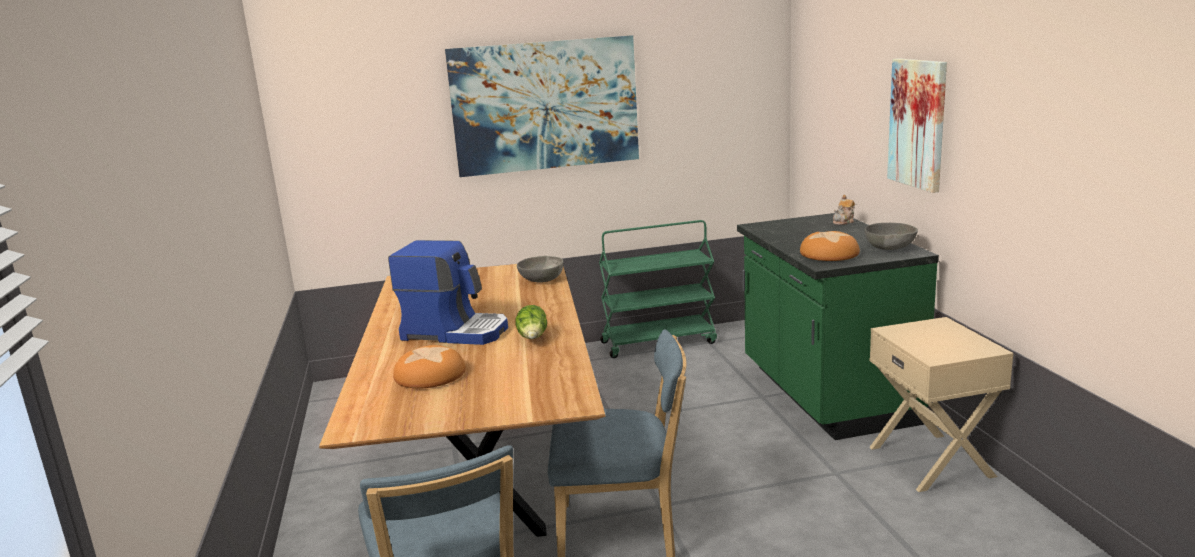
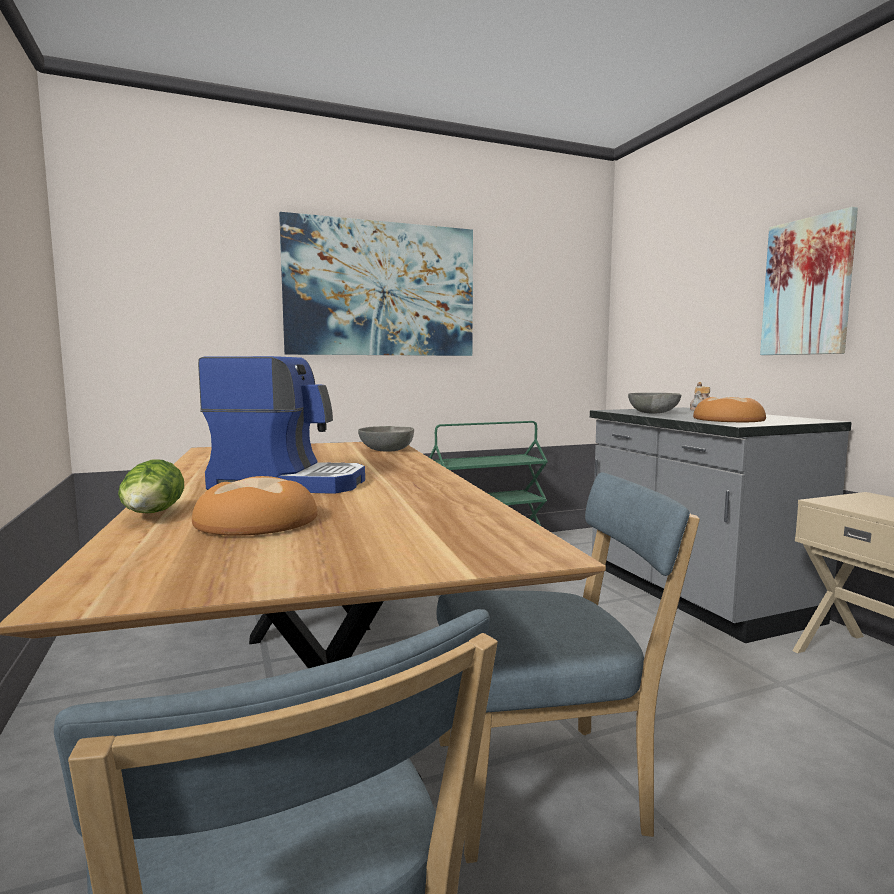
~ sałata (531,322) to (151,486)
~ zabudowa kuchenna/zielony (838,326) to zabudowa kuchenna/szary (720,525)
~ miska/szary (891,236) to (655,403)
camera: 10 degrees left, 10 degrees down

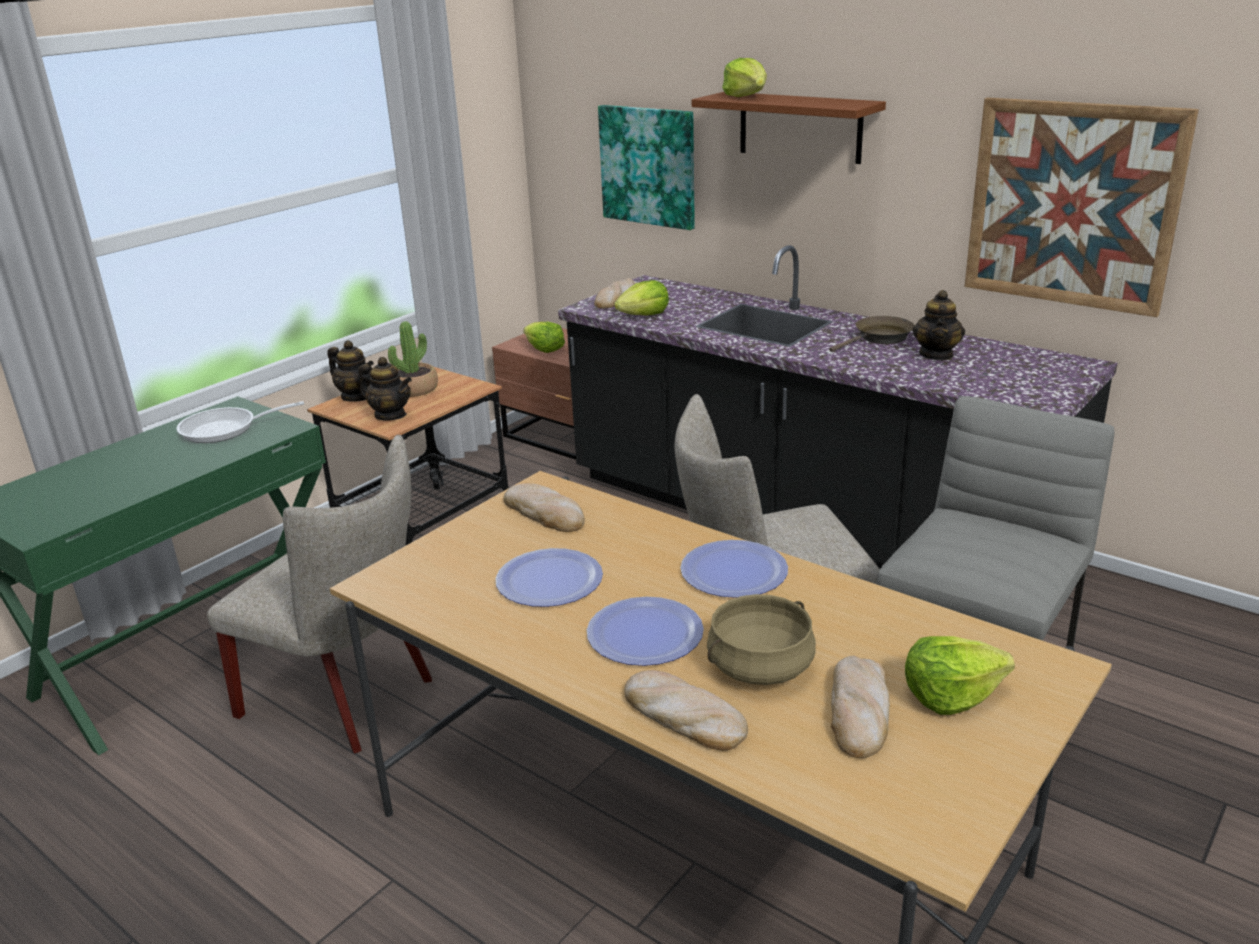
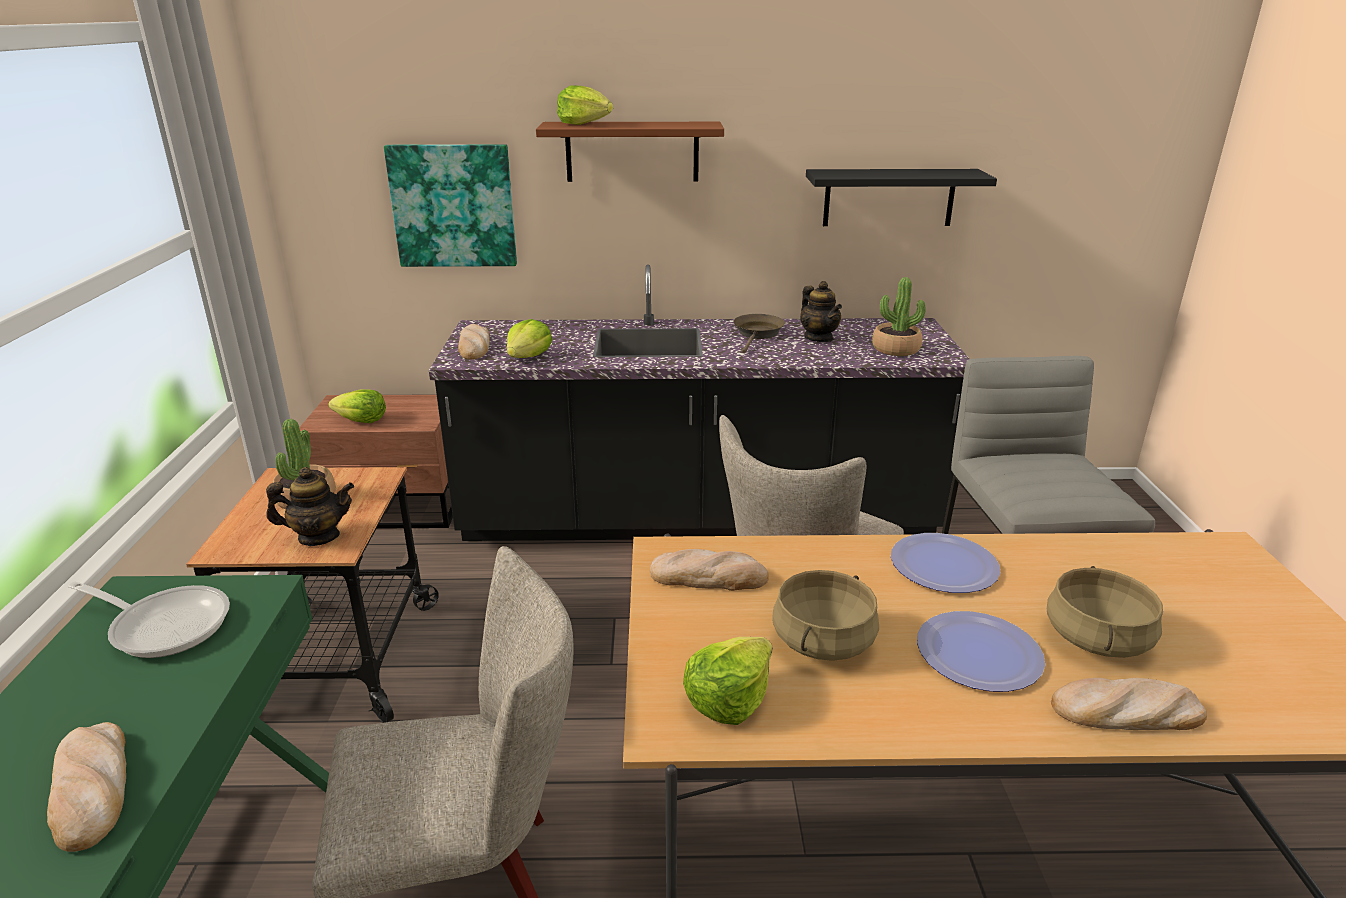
~ patelnia (240,422) = (149,619) 105 degrees counterclockwise
- imbryk (350,371)
~ talerz (549,577) to garnek/beżowy (825,615)
~ chleb (860,707) to (86,787)
~ sałata (960,675) to (728,681)
~ obraz (1081,207) to półka/czarny (901,197)
+ roślina doniczkowa (899,316)
camera: 40 degrees left, 0 degrees up

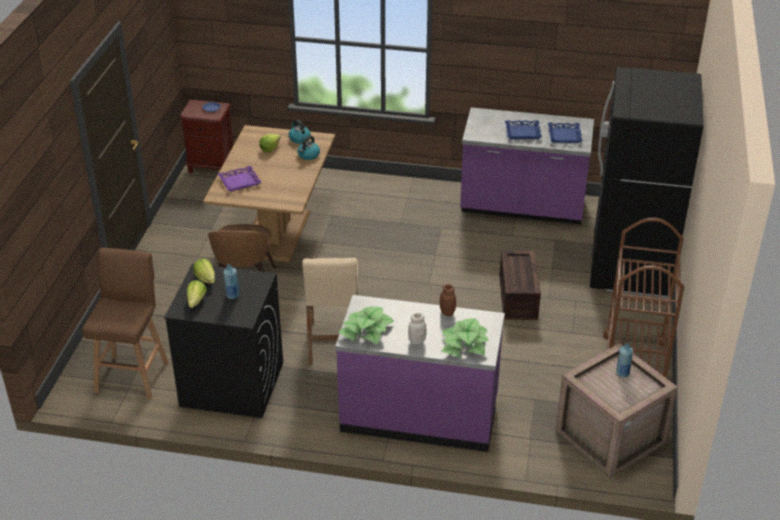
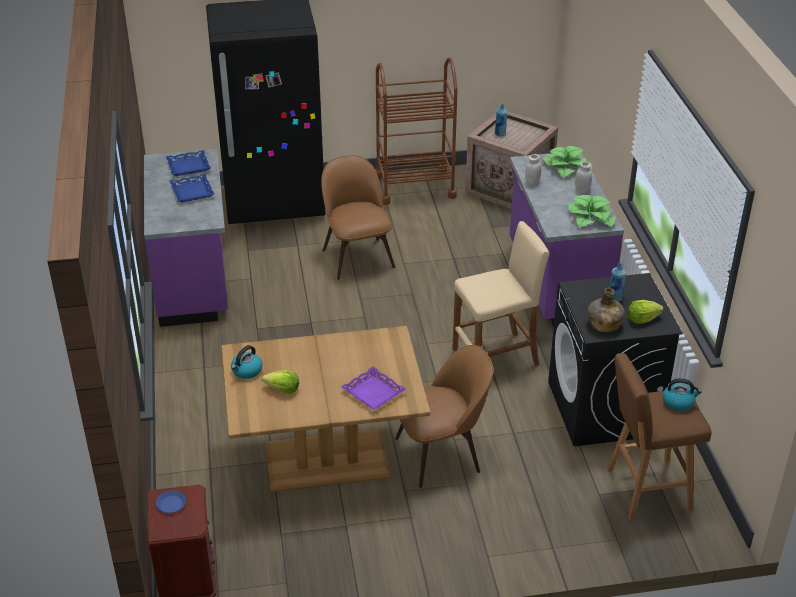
~ sałata (204,271) to butelka/zielony (606,310)
~ czajnik (308,147) to (682,394)
~ słoik/brązowy (448,300) to słoik/biały (533,170)
~ skrzynka (520,285) to krzesło/brązowy (358,217)
camera: 110 degrees left, 0 degrees up

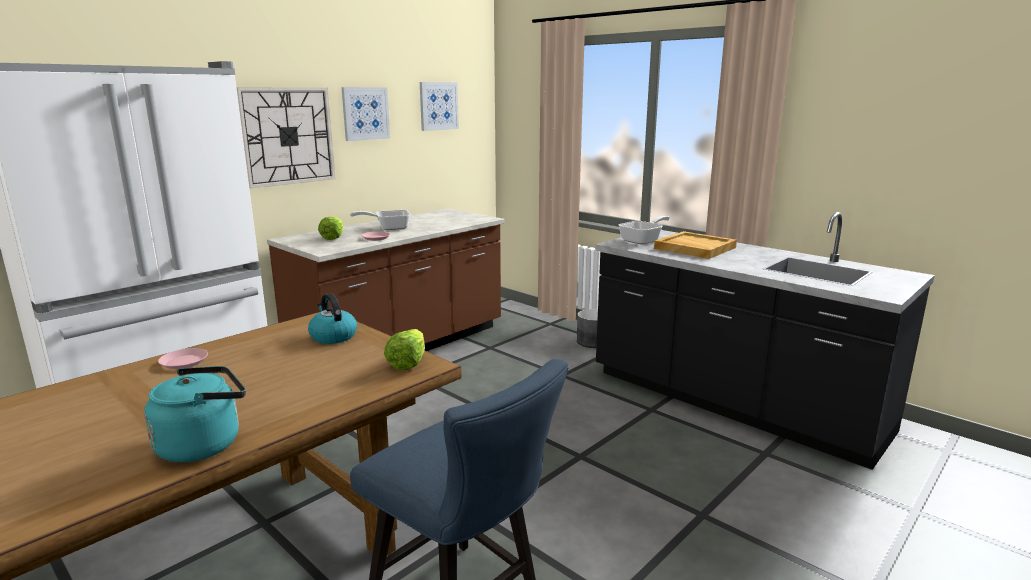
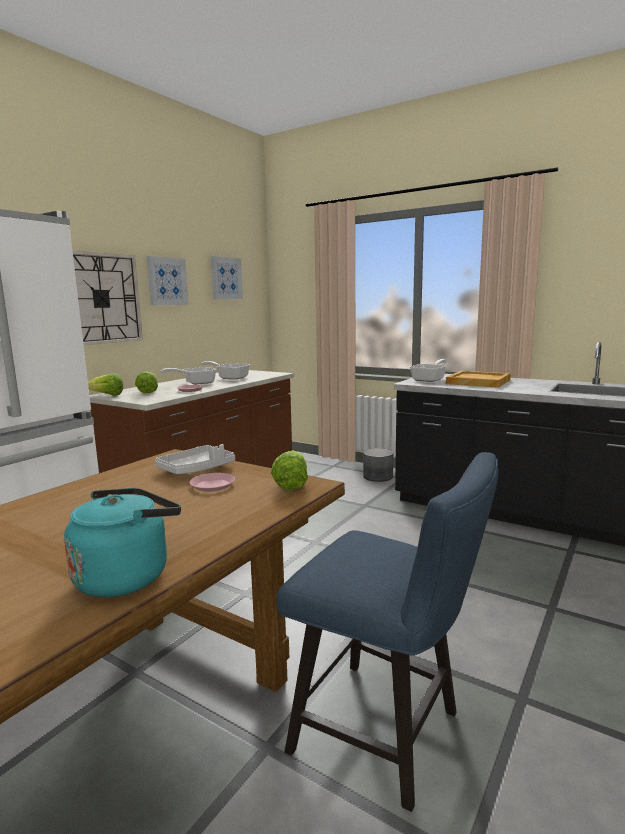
~ talerz/różowy (183,358) to (212,482)
~ czajnik (332,318) to taca/szary (195,459)
+ sałata (105,384)
+ patelnia (225,370)
camera: 10 degrees left, 5 degrees down

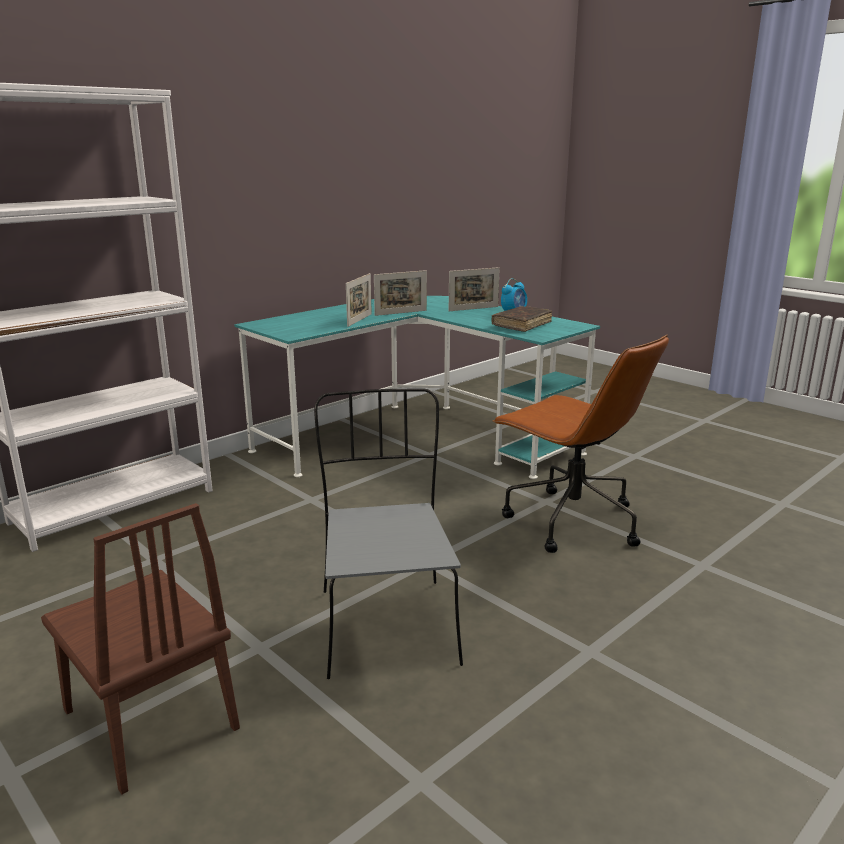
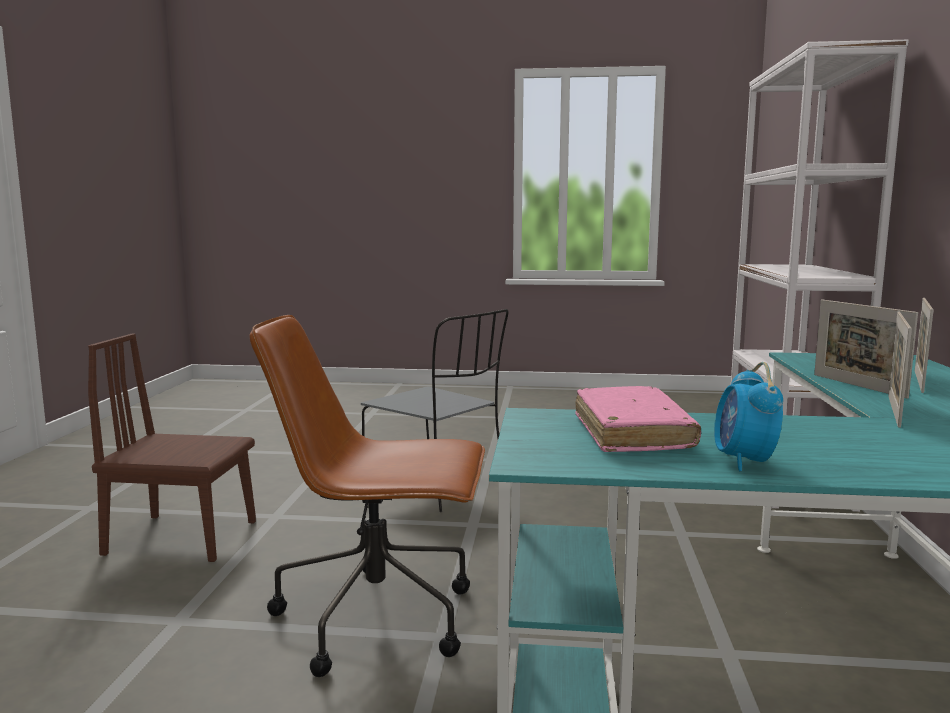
~ krzesło/brązowy (140,648) to (172,447)
~ ramka na zdjęcie (474,289) to (924,345)
~ książka/brązowy (522,319) to książka/różowy (638,419)
camera: 140 degrees right, 10 degrees down

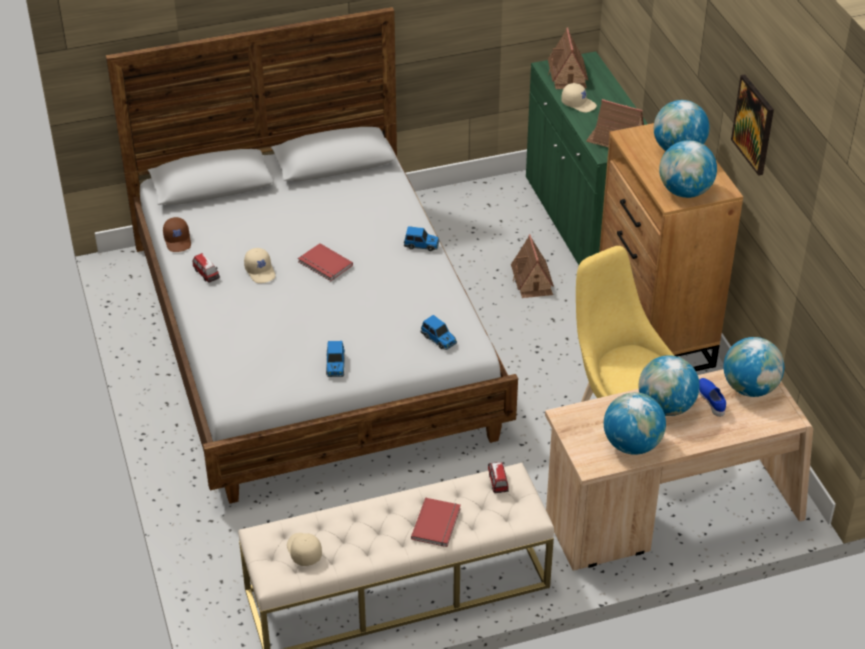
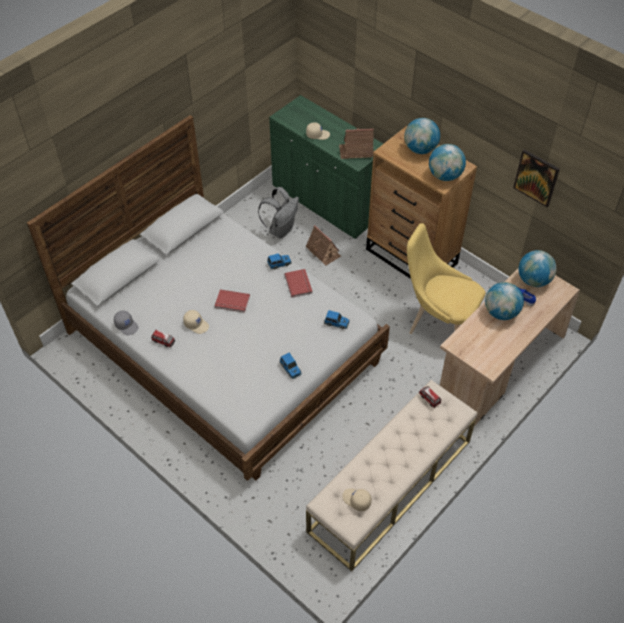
~ czapka z daszkiem/brązowy (177,234) to czapka z daszkiem/szary (126,323)
~ książka/czerwony (436,522) to (298,283)
- domek (568,58)
- globus (635,423)
~ obraz (752,125) to (536,178)
+ plecak/szary (278,212)
camera: 30 degrees left, 10 degrees up

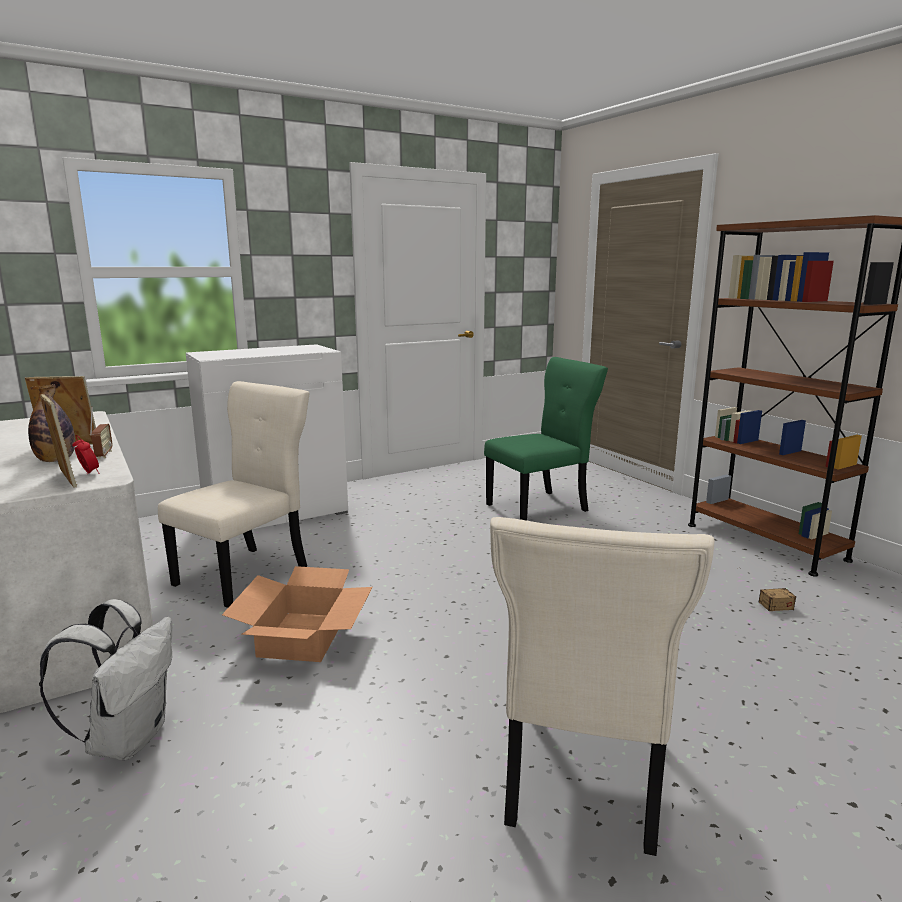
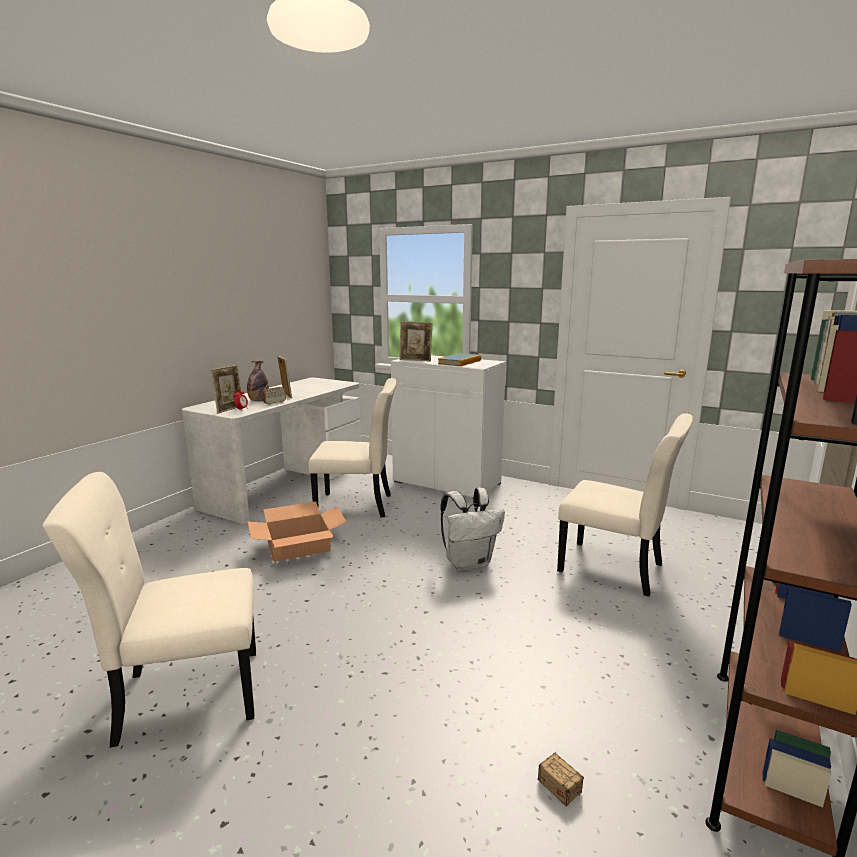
~ plecak/biały (105,679) to (472,529)
~ krzesło/zielony (546,438) to krzesło/beżowy (625,504)
+ ramka na zdjęcie (416,341)
+ książka (459,360)
camera: 60 degrees right, 0 degrees up

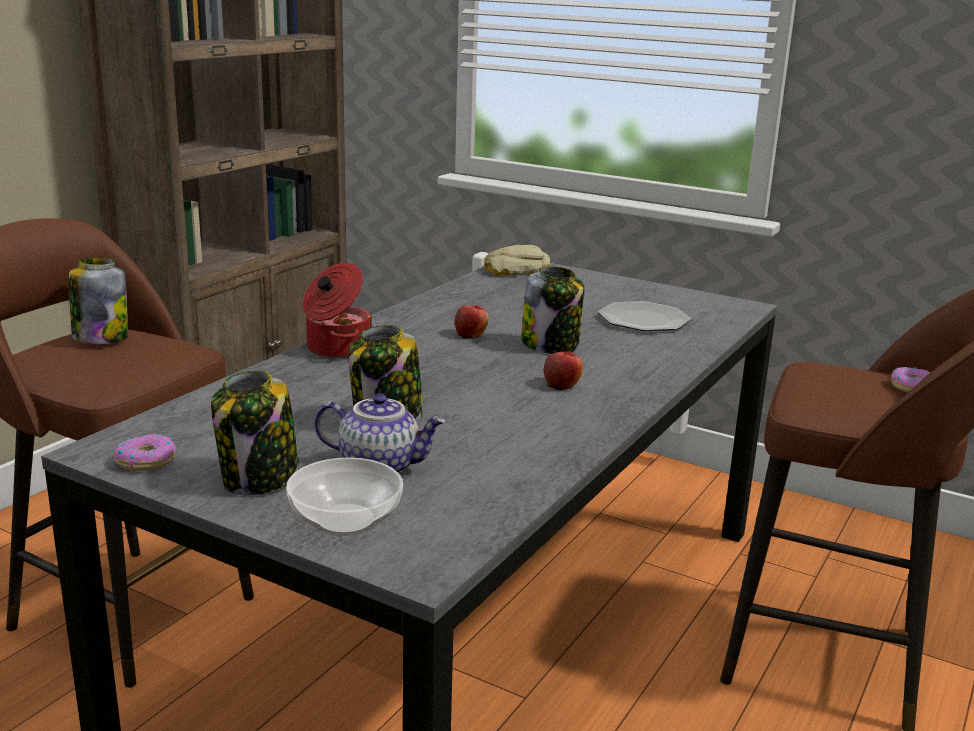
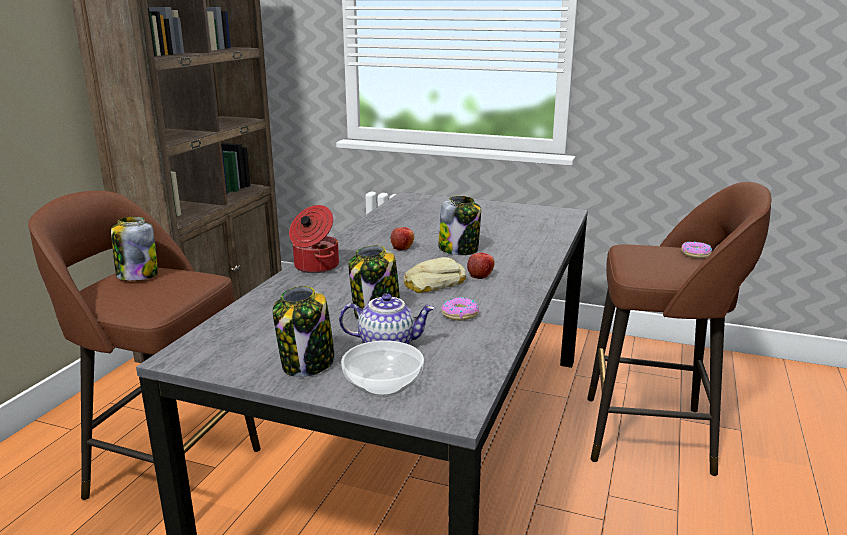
~ donut (145,452) to (460,309)
~ chleb (517,260) to (435,275)
- talerz (644,316)
camera: 10 degrees left, 0 degrees up

